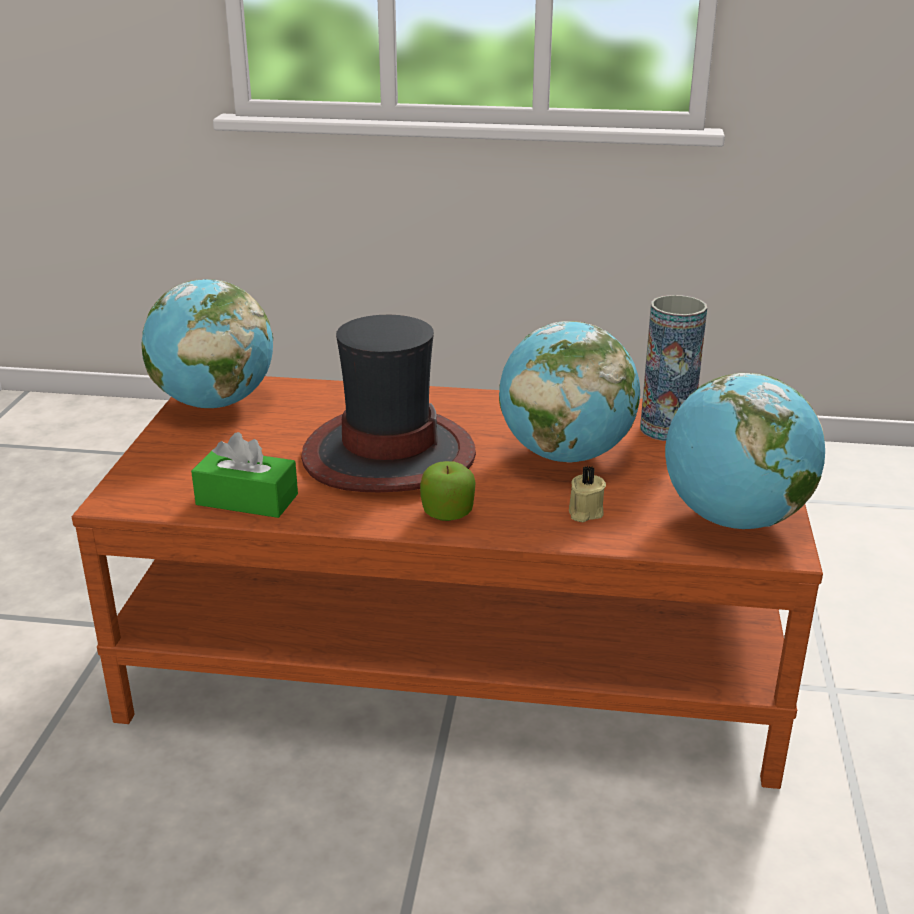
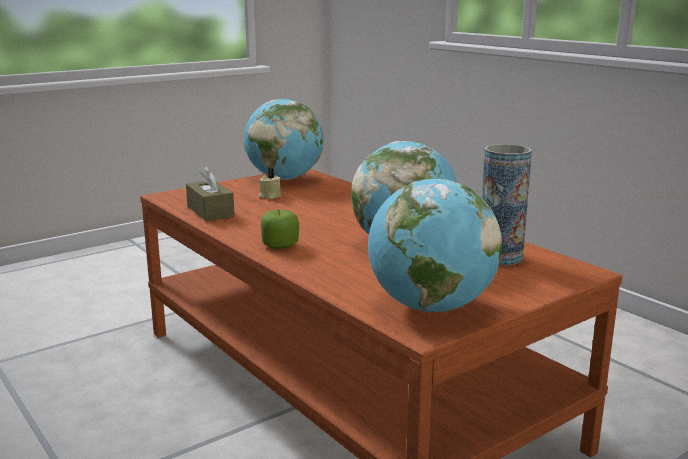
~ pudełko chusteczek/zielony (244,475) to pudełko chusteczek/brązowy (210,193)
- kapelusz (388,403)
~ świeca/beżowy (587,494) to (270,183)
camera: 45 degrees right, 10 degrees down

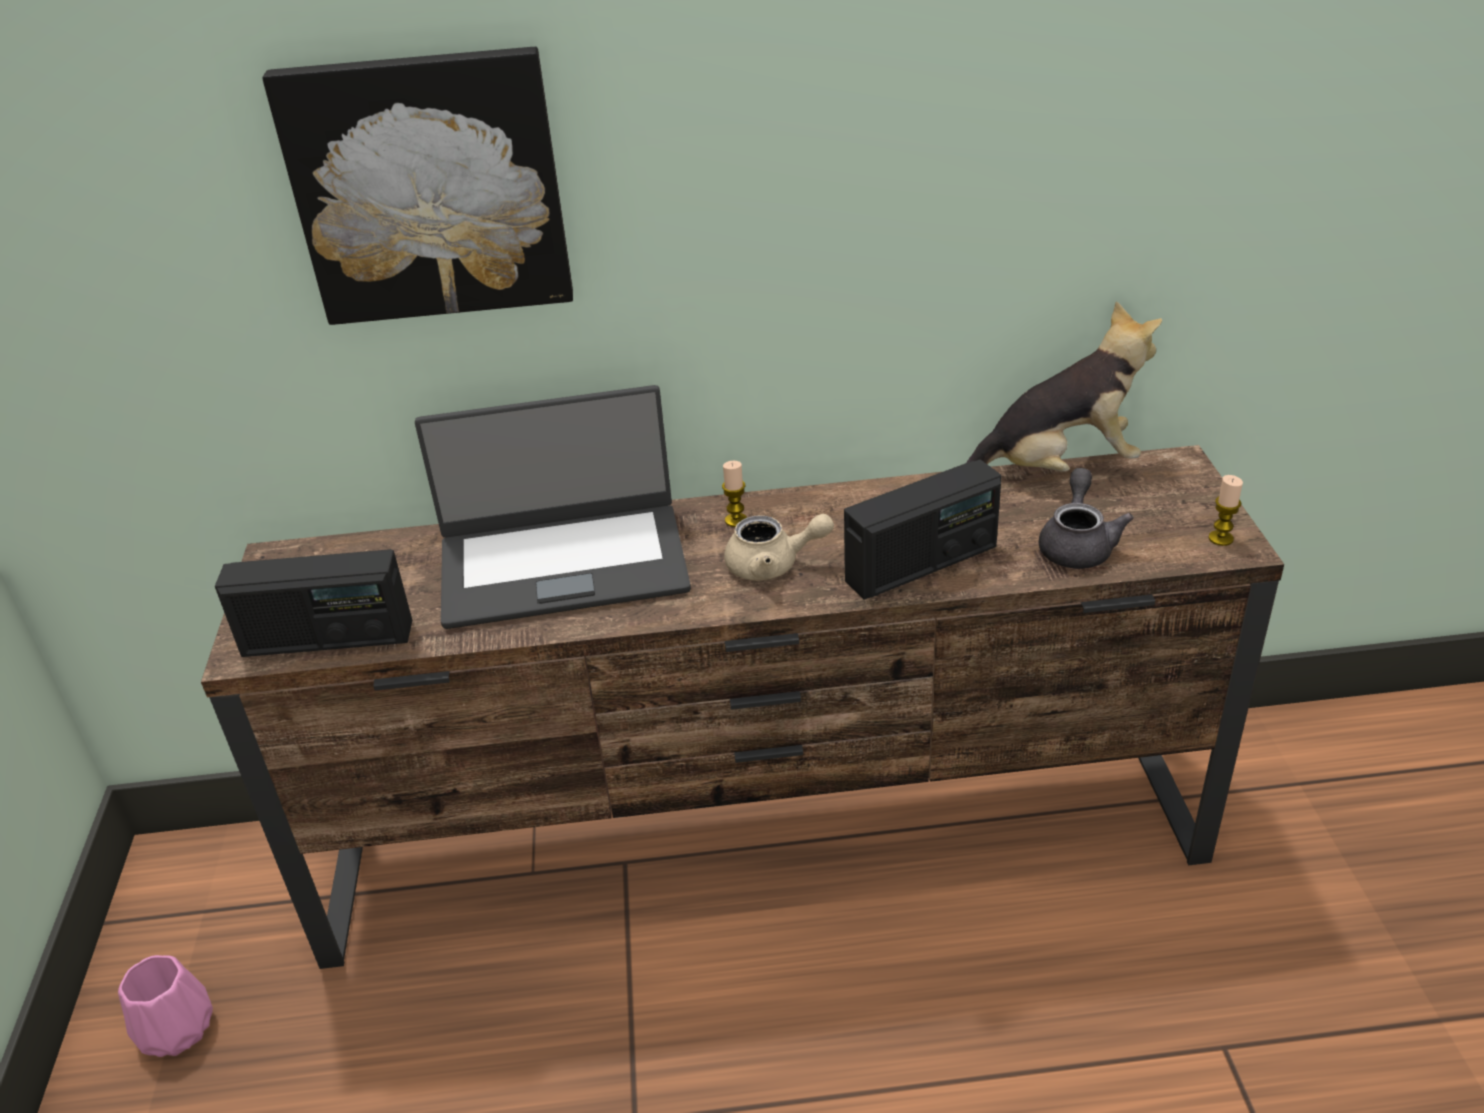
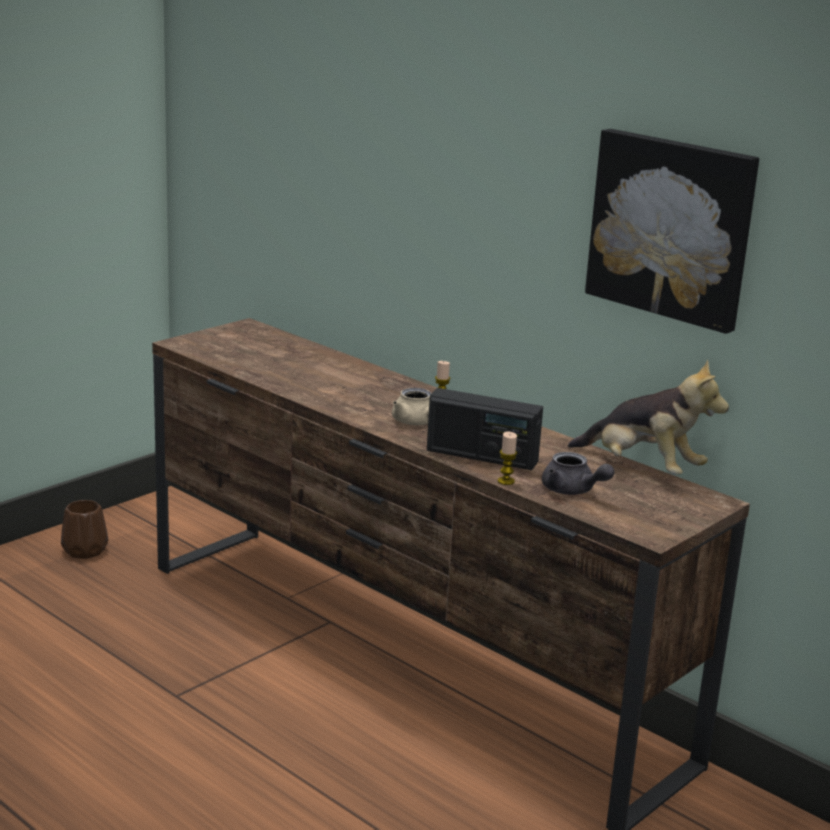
~ wazon/różowy (165,1006) to wazon/brązowy (84,529)
- radio (313,603)
~ obraz (417,186) to (672,231)
- laptop (553,507)
~ imbryk/szary (1086,518) = (578,473) 75 degrees clockwise
~ świeca (1226,510) to (507,458)
camera: 45 degrees right, 15 degrees down

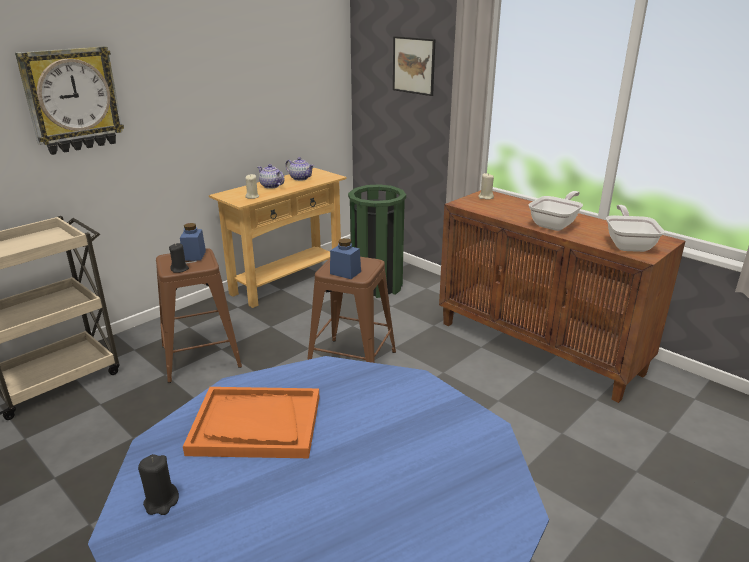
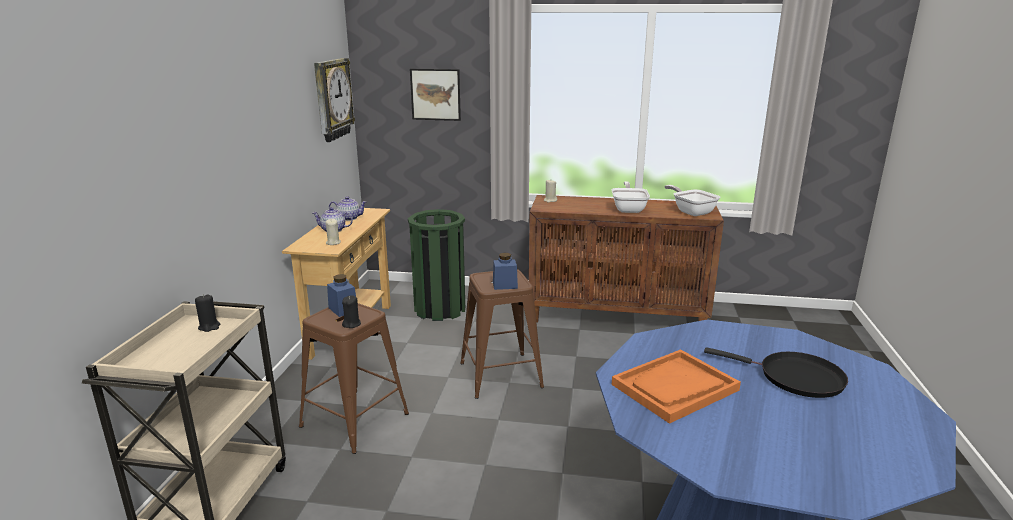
~ zegar ścienny (69,100) to (334,100)
~ świeca/czarny (158,484) to (207,313)
+ patelnia/czarny (776,372)
camera: 35 degrees left, 5 degrees down

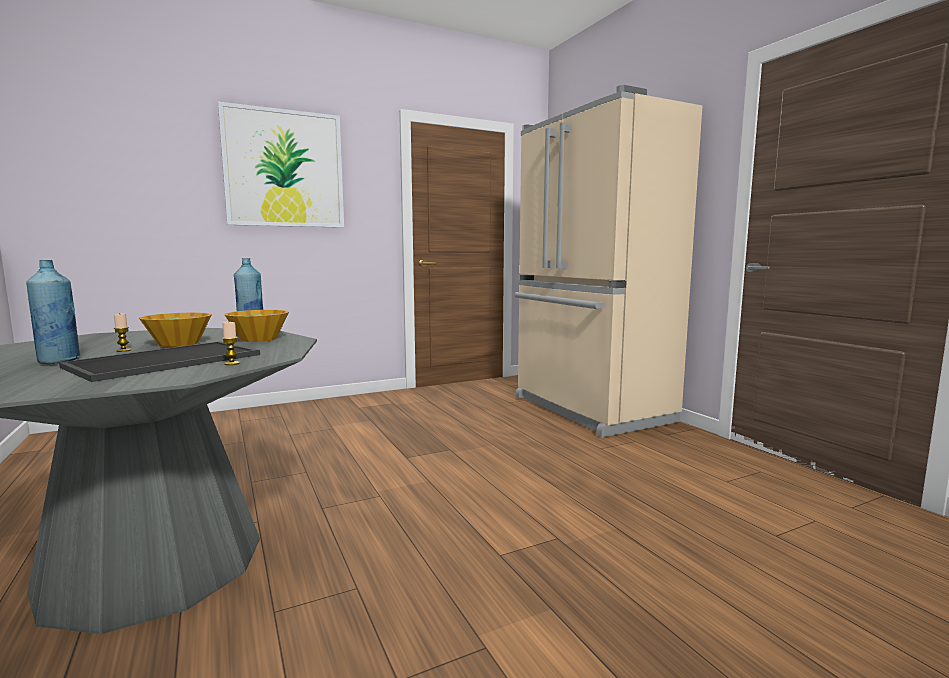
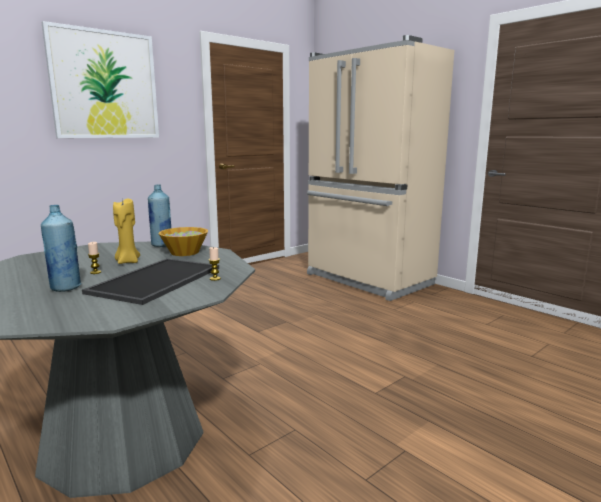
~ miska (175,329) to świeca/żółty (126,231)
camera: 15 degrees left, 5 degrees up

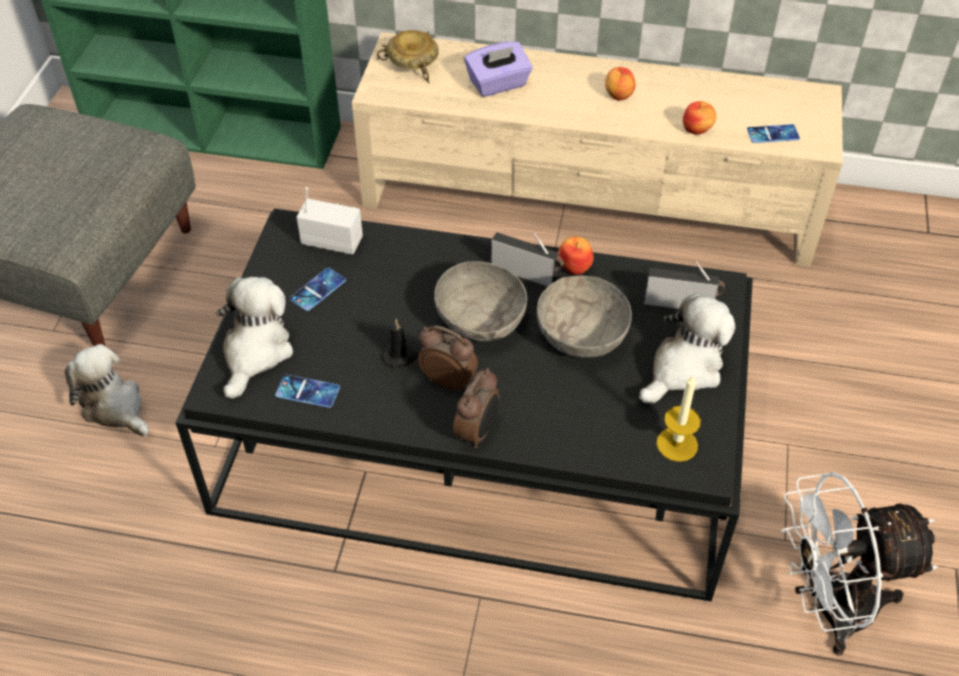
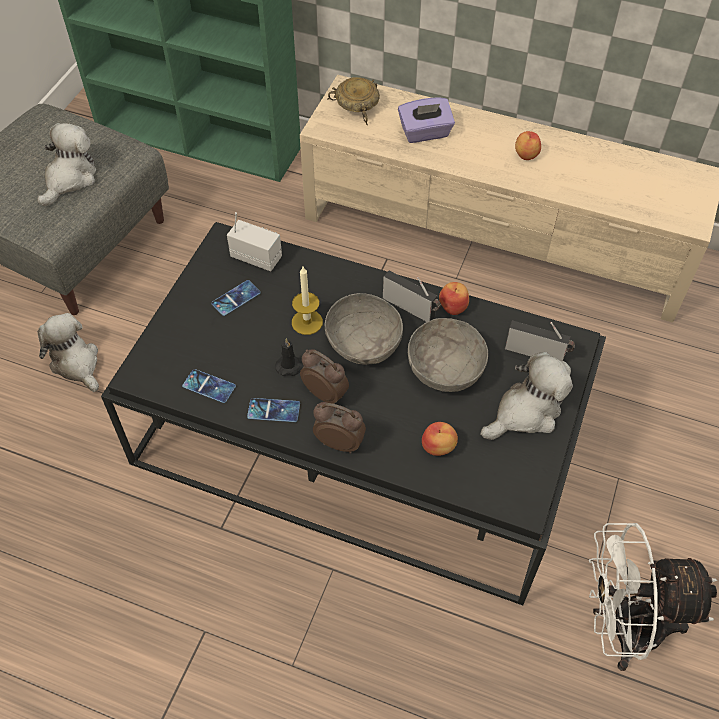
~ pluszak (254,338) to (67,164)
~ budzik (476,408) = (339,428) 105 degrees counterclockwise
~ świeca (678,418) to (307,301)
~ jabłko (699,117) to (440,439)
~ telefon (773,133) to (273,410)
camera: 10 degrees right, 5 degrees up

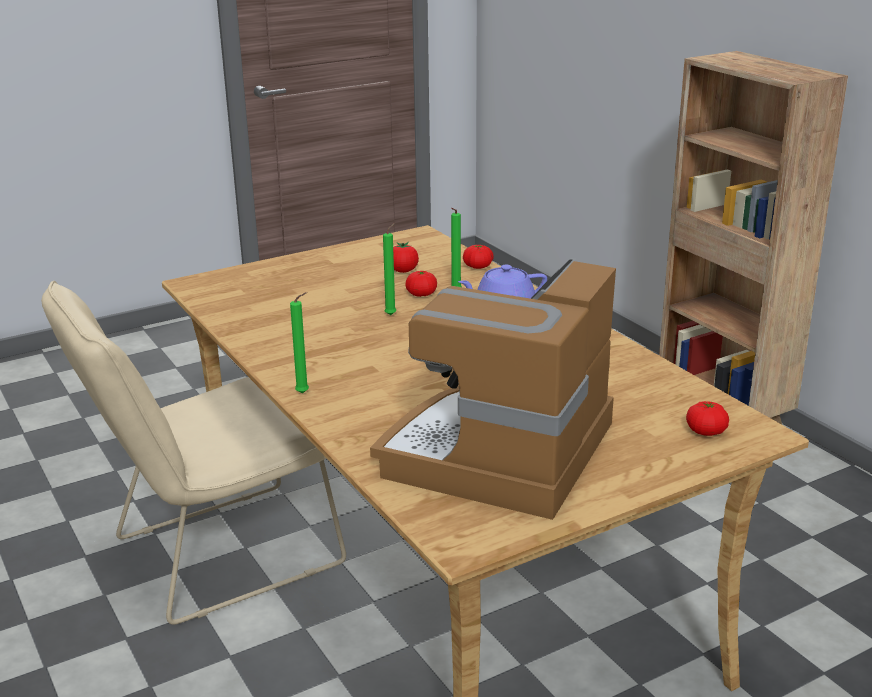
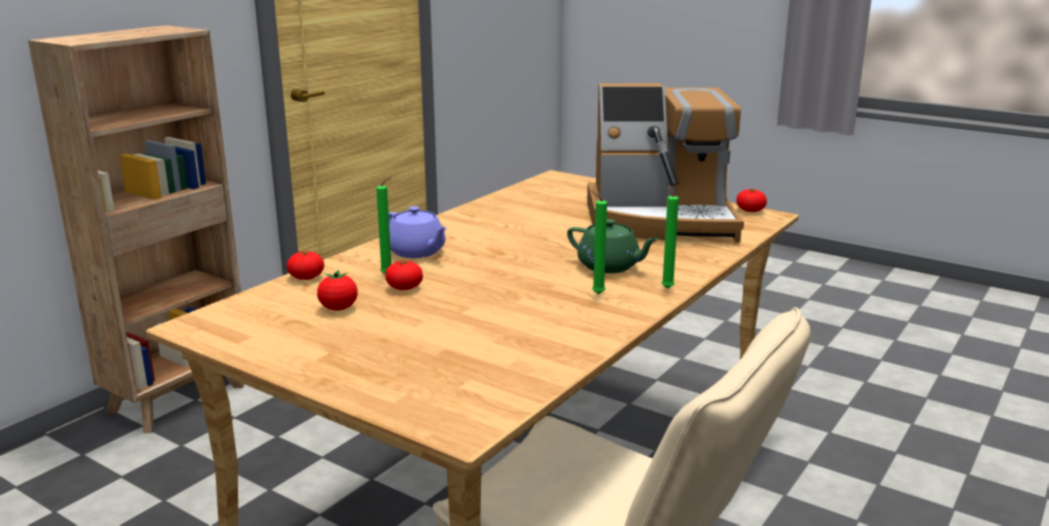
~ świeca/zielony (389,269) to (598,242)
~ pomidor (707,418) to (751,200)
+ imbryk/zielony (613,246)
camera: 115 degrees left, 5 degrees down

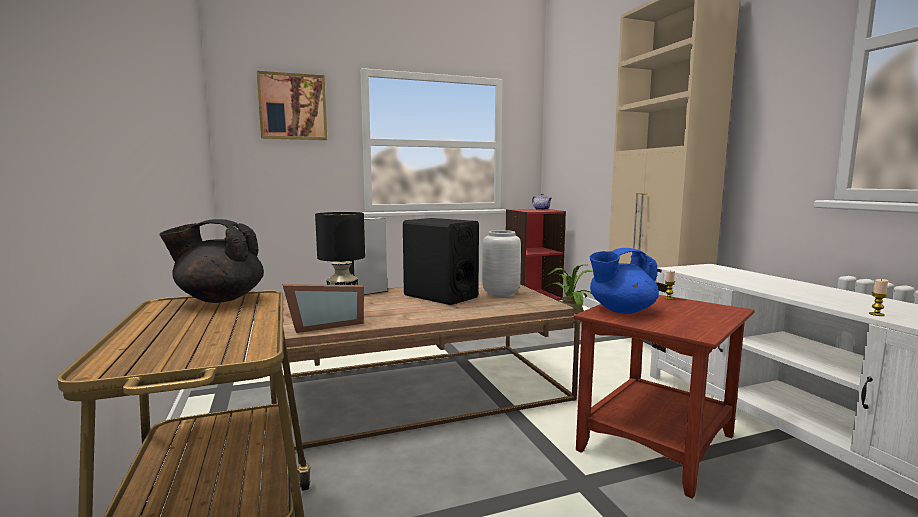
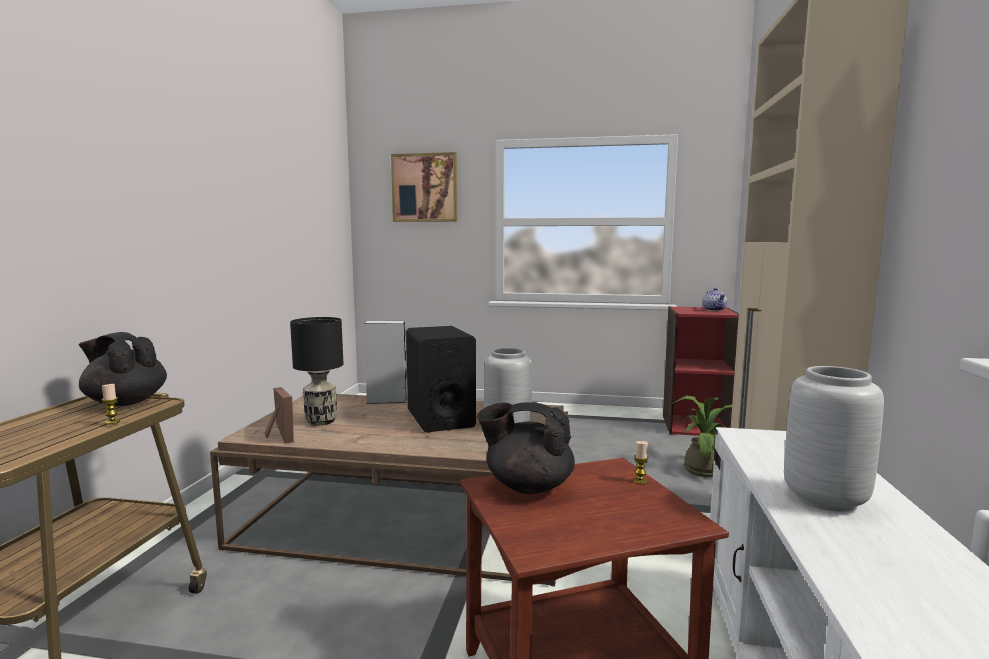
~ ramka na zdjęcie (323,308) = (279,415) 120 degrees counterclockwise
~ imbryk/niebieski (624,281) to imbryk/czarny (526,448)
~ świeca (878,297) to (111,404)
+ wazon/szary (834,439)
camera: 30 degrees right, 0 degrees up

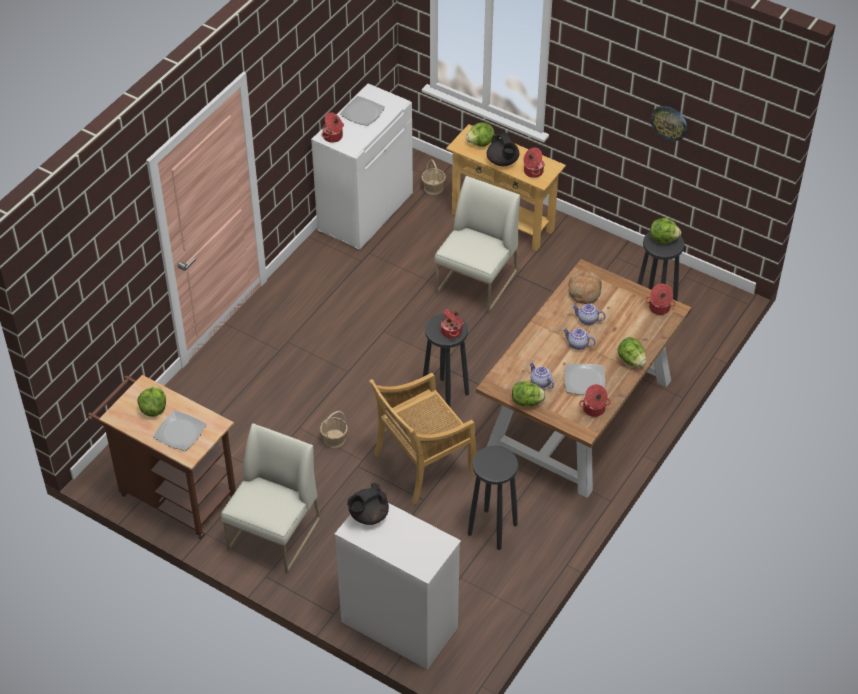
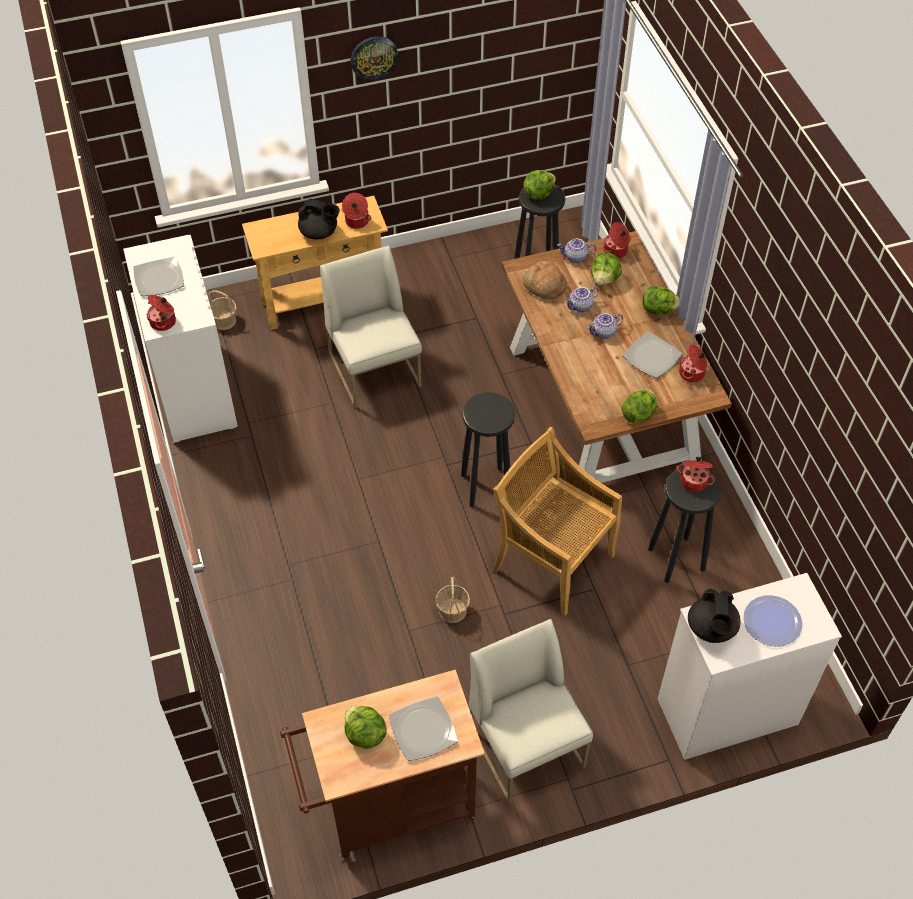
~ krzesło/beżowy (422,439) = (557,521) 120 degrees clockwise
~ garnek (452,324) to (695,474)
~ sałata (480,134) to (606,268)
~ imbryk (541,375) to (576,251)
~ zegar ścienny (668,123) to (374,58)
+ talerz (772,621)
camera: 50 degrees left, 5 degrees up

